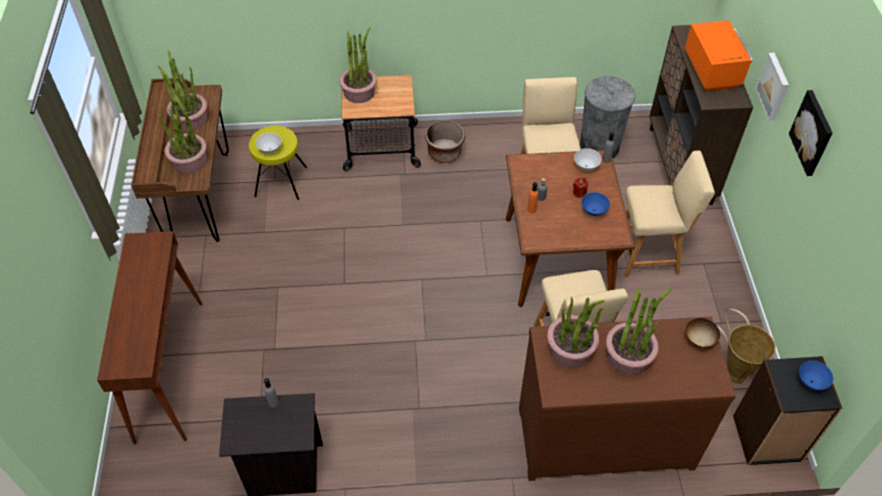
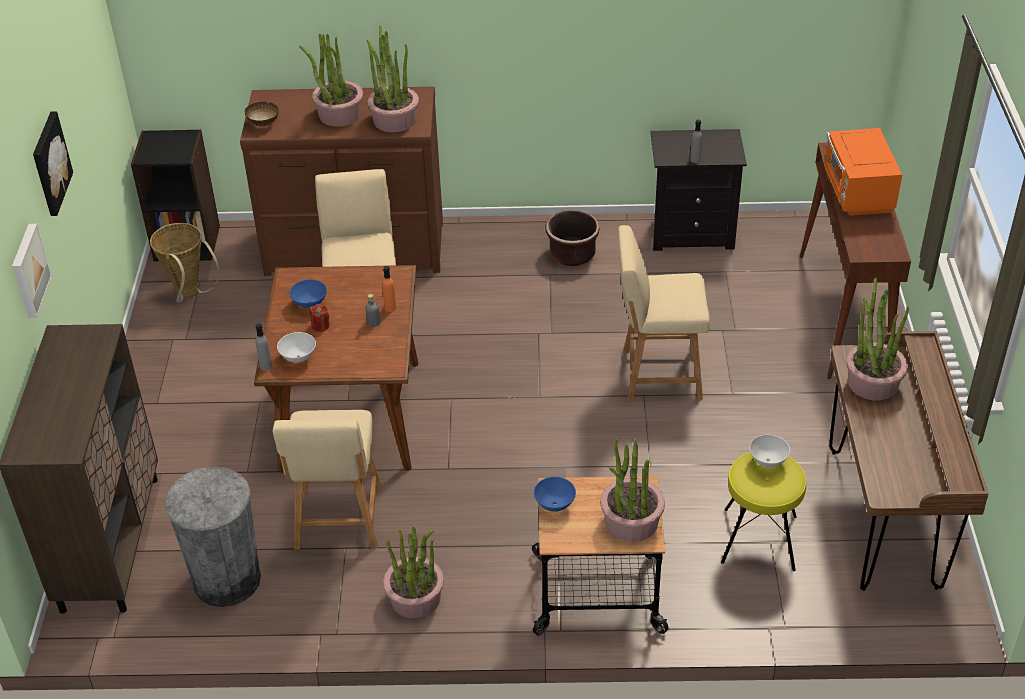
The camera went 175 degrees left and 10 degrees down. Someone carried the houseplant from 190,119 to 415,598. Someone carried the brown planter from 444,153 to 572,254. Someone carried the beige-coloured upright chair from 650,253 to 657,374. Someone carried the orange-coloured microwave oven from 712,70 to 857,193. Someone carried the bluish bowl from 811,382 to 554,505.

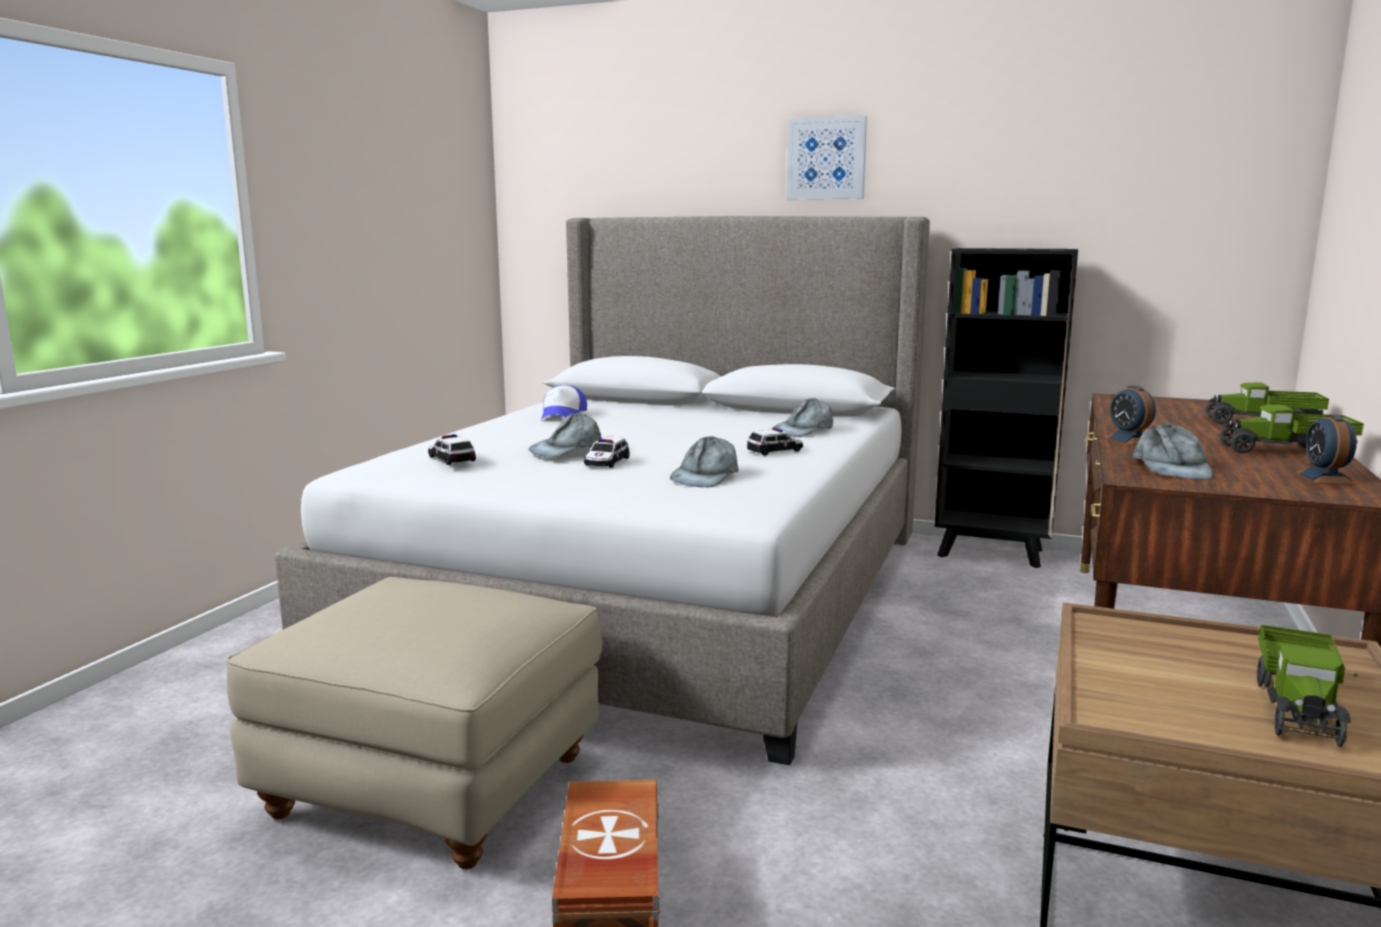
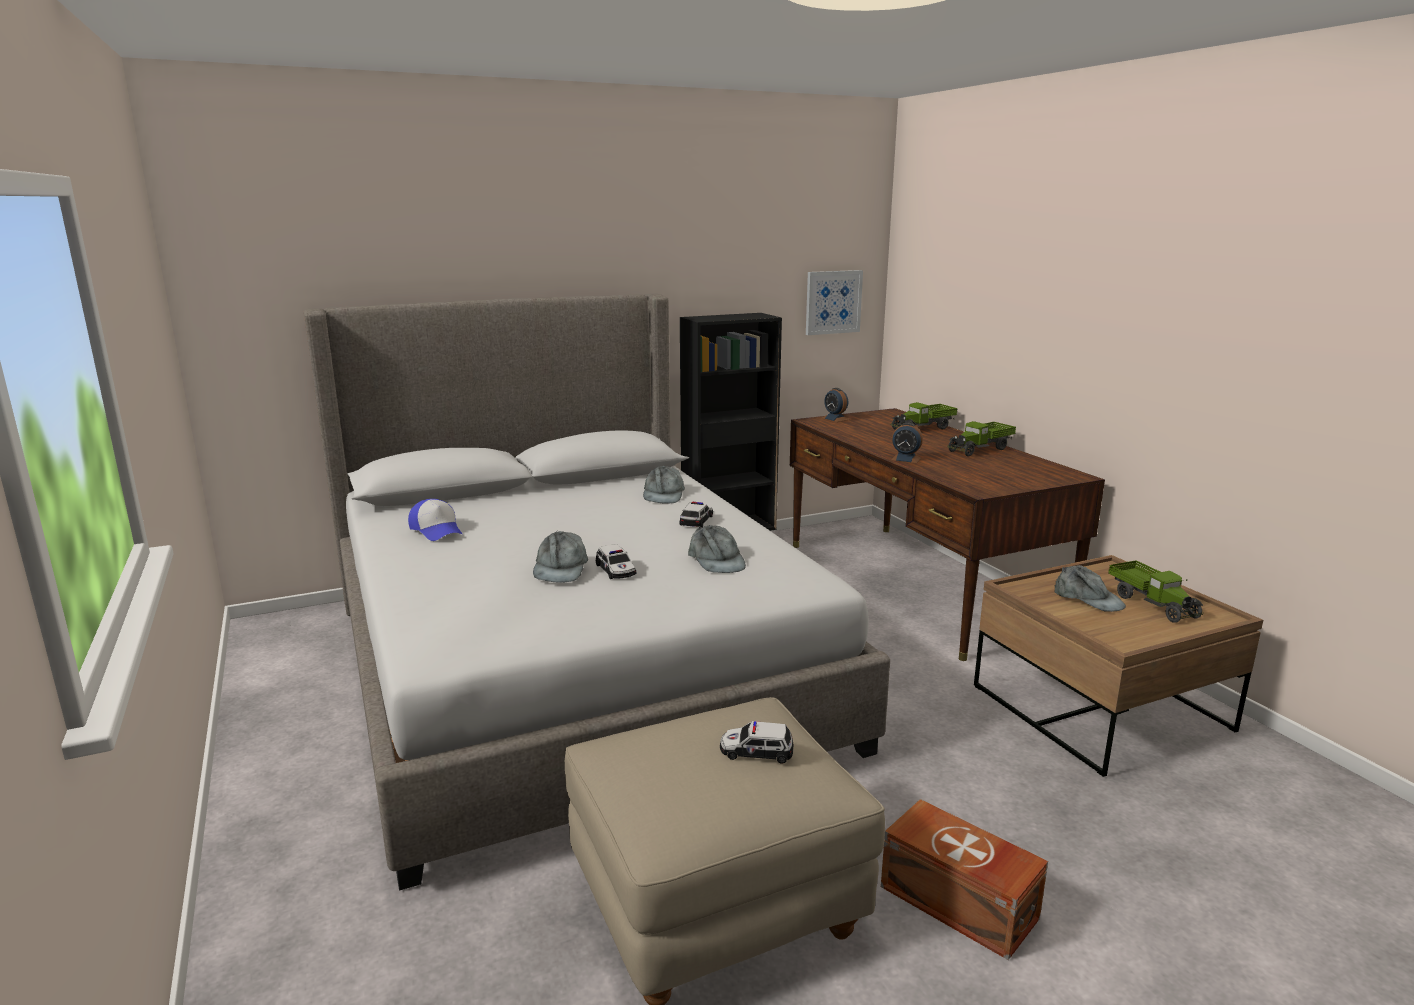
The camera went 45 degrees left and 5 degrees up. Someone carried the miniature car from 451,458 to 756,751. Someone carried the wall picture from 826,158 to 833,302. Someone carried the gray peaked cap from 1171,468 to 1088,599. Someone carried the alarm clock from 1325,478 to 835,418.

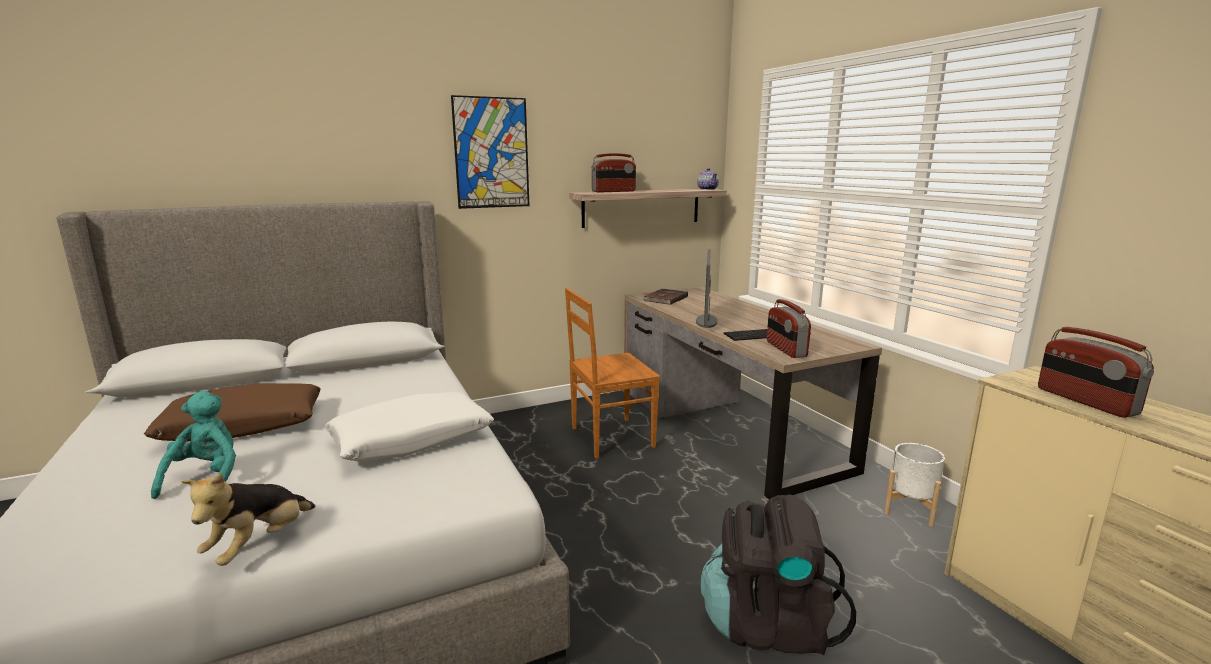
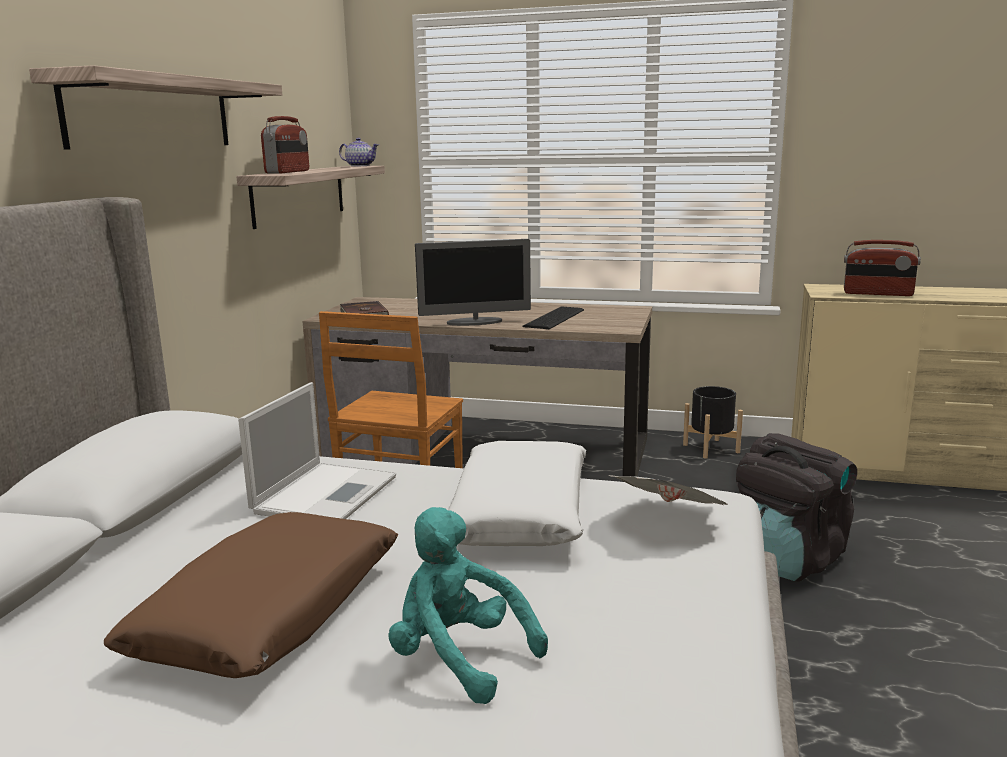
The camera went 50 degrees left and 0 degrees up. Someone took away the soft toy at 259,545. Someone took away the radio receiver at 785,349. Someone put down the laptop at 326,493. Someone put down the newspaper at 670,520. Someone swapped the wall picture at 491,153 for the shelf at 152,113. Someone repainted the white planter at 910,509, which became the blackish planter at 711,448. Someone rotated the monitor at 706,321 by 60 degrees counterclockwise.

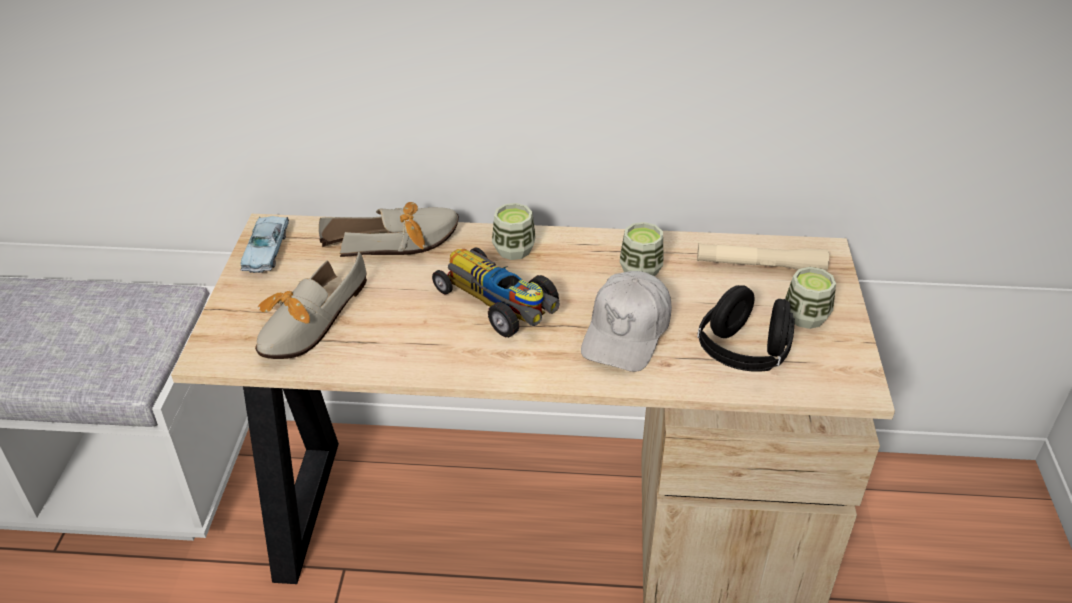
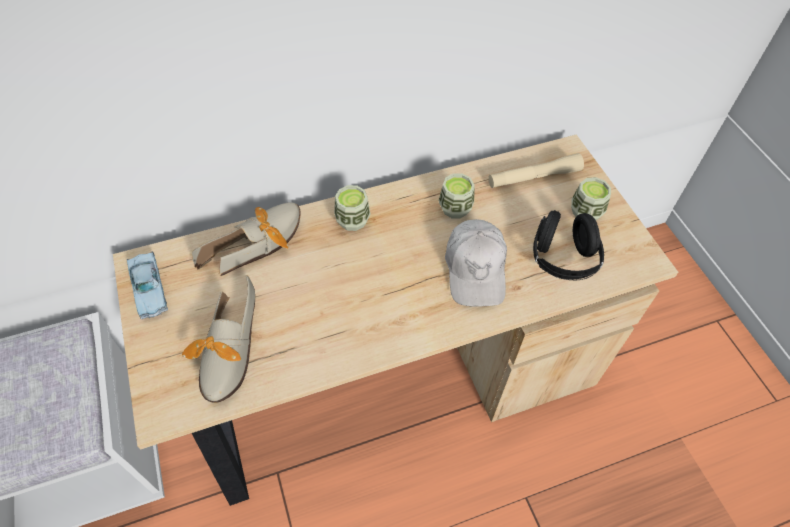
The camera went 25 degrees left and 15 degrees up. Someone took away the miniature car at 499,304.

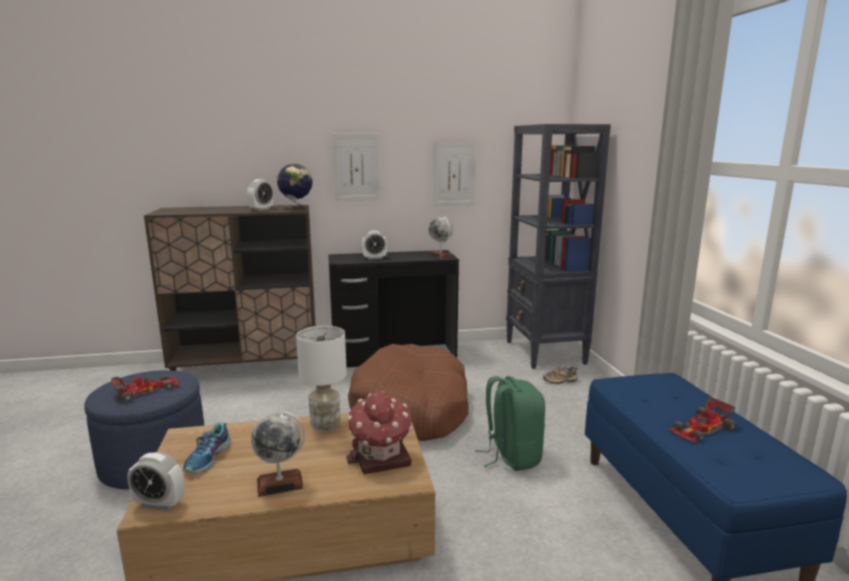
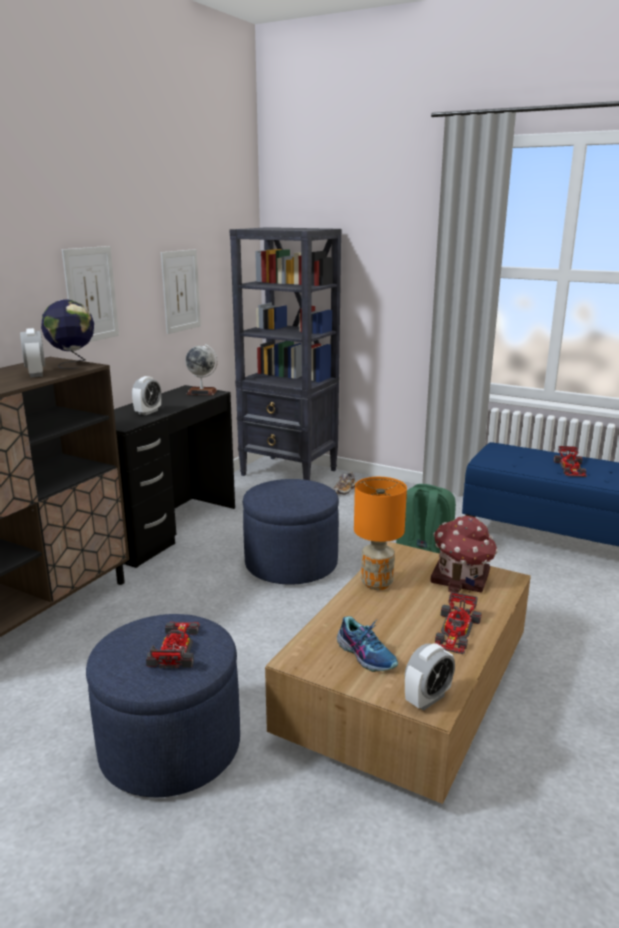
The camera went 50 degrees left and 5 degrees up. Someone swapped the globe at 280,483 for the miniature car at 456,631. Someone swapped the brown pet bed at 411,409 for the bluish pouffe at 291,564. Someone repainted the white tabletop lamp at 325,425, which became the orange-coloured tabletop lamp at 376,583.

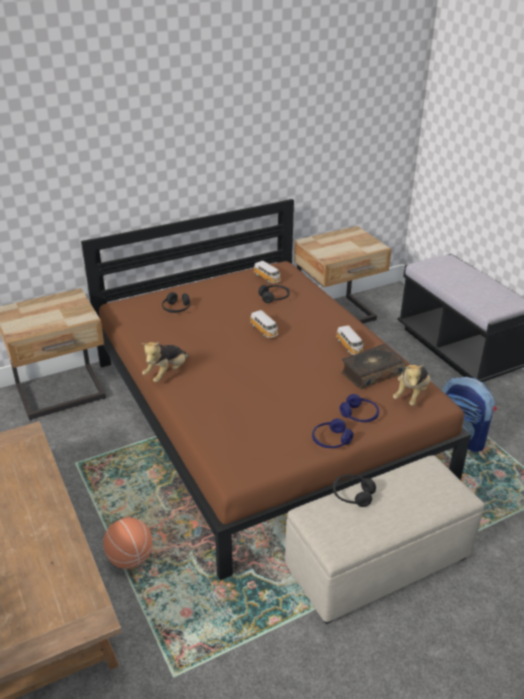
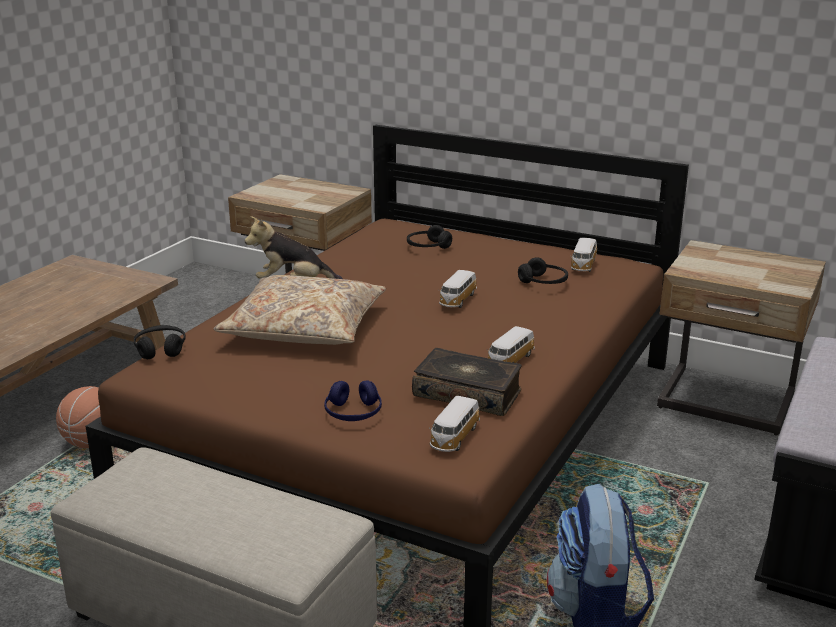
The camera went 55 degrees right and 10 degrees down. Someone took away the bluish headset at 331,440. Someone put down the beige-coloured pillow at 305,327. Someone carried the blackish headset from 352,495 to 160,349. Someone swapped the soft toy at 411,395 for the miniature car at 454,438.

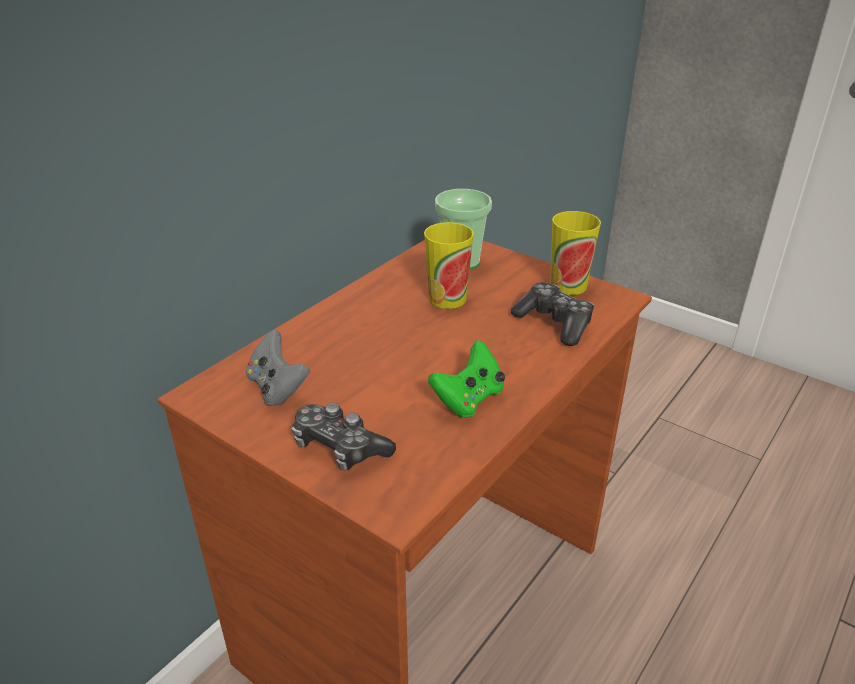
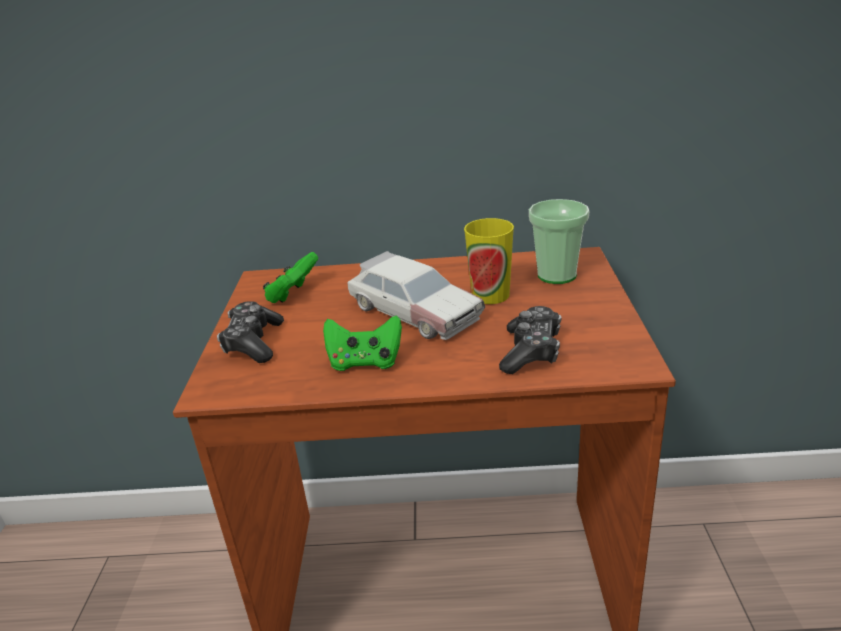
The camera went 55 degrees right and 5 degrees down. Someone took away the drinking cup at 568,285. Someone put down the miniature car at 413,311. Someone repainted the gray game controller at 277,388, which became the greenish game controller at 293,295.

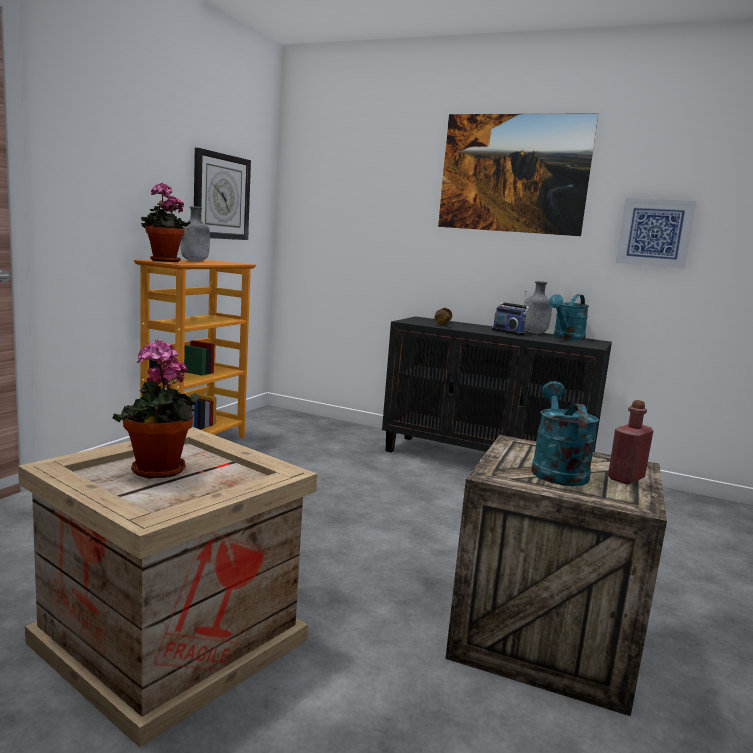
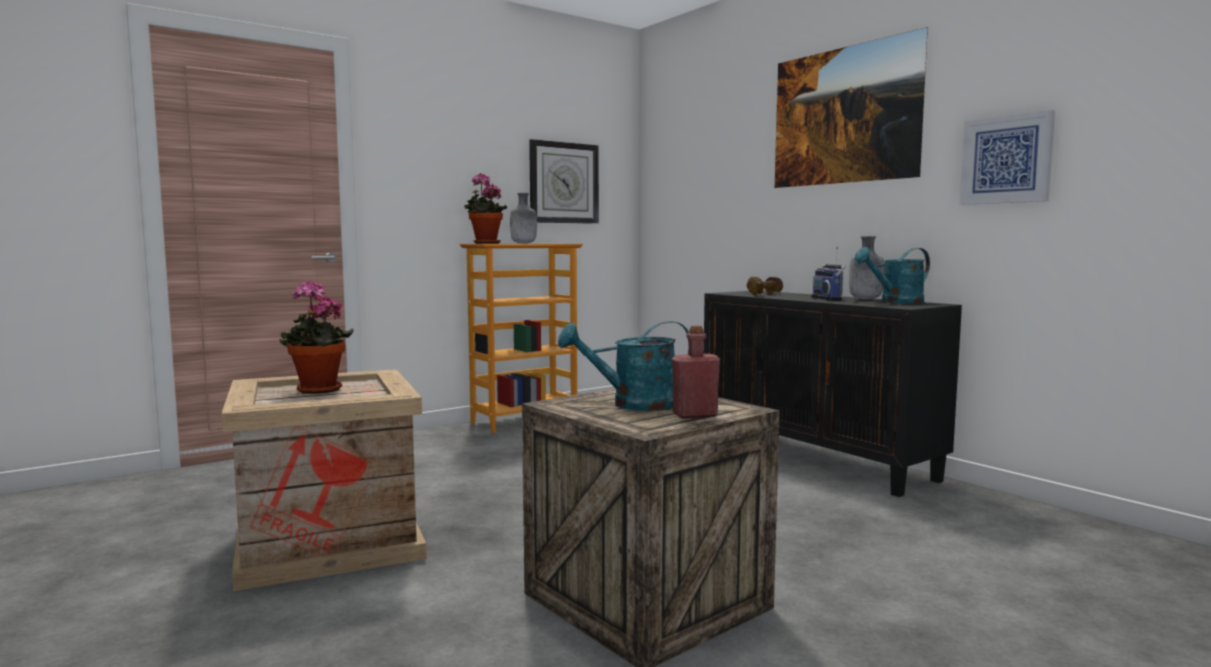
The camera went 30 degrees right and 5 degrees down. Someone rotated the turquoise watering can at 556,470 by 135 degrees counterclockwise.

